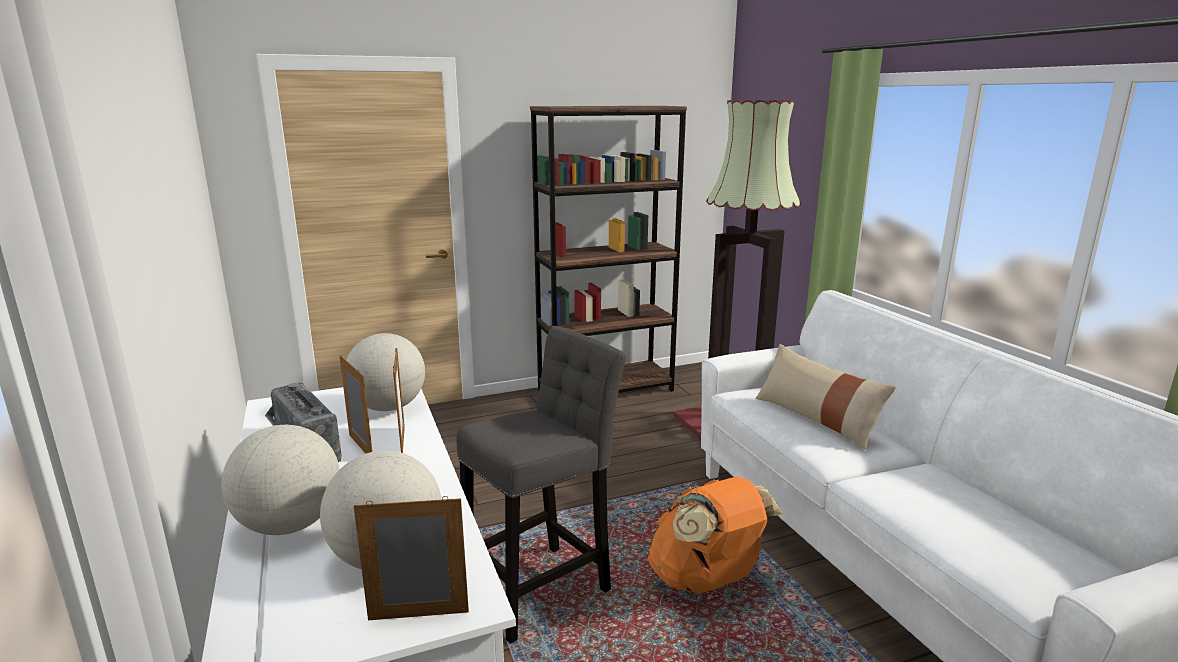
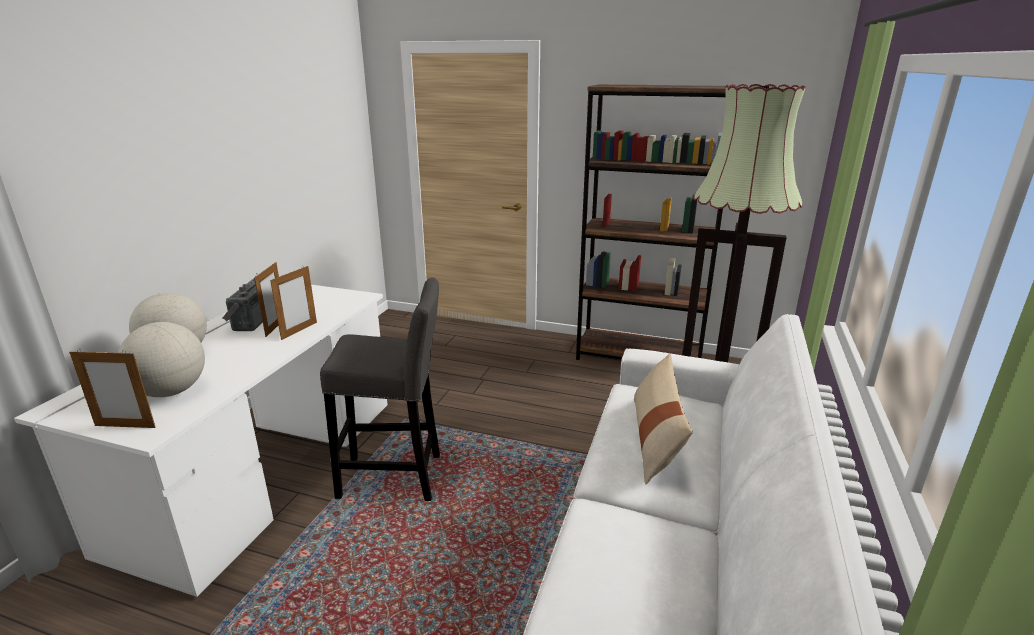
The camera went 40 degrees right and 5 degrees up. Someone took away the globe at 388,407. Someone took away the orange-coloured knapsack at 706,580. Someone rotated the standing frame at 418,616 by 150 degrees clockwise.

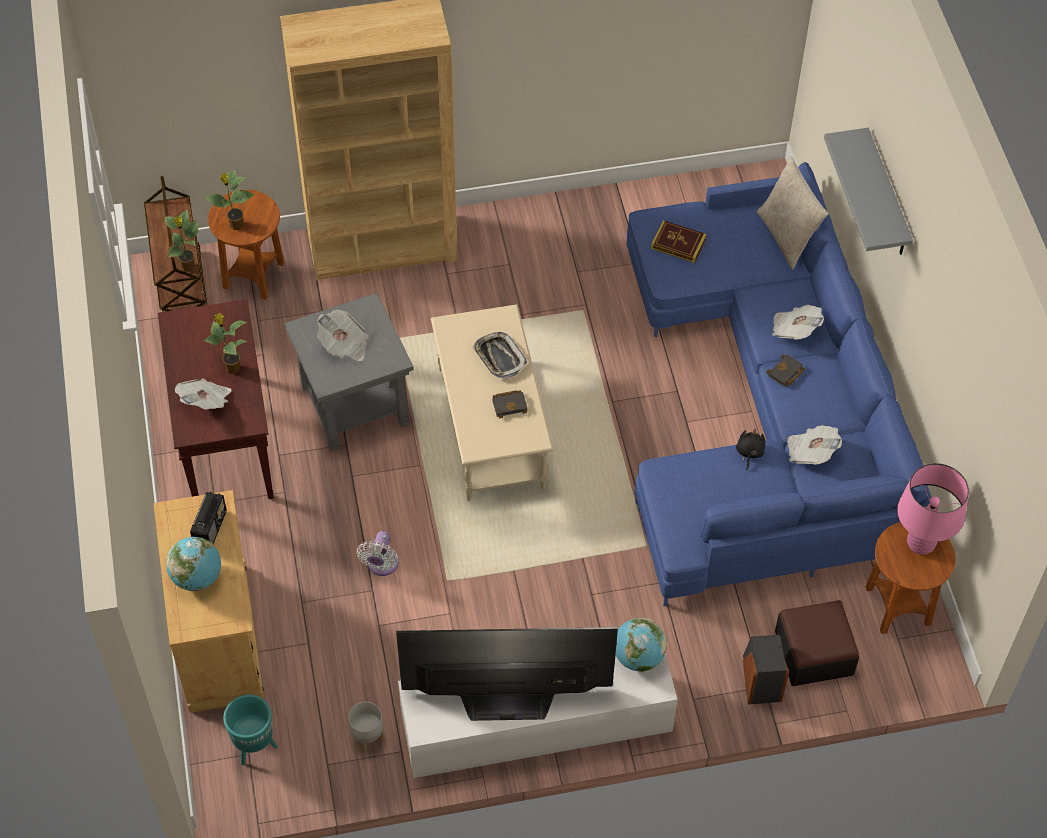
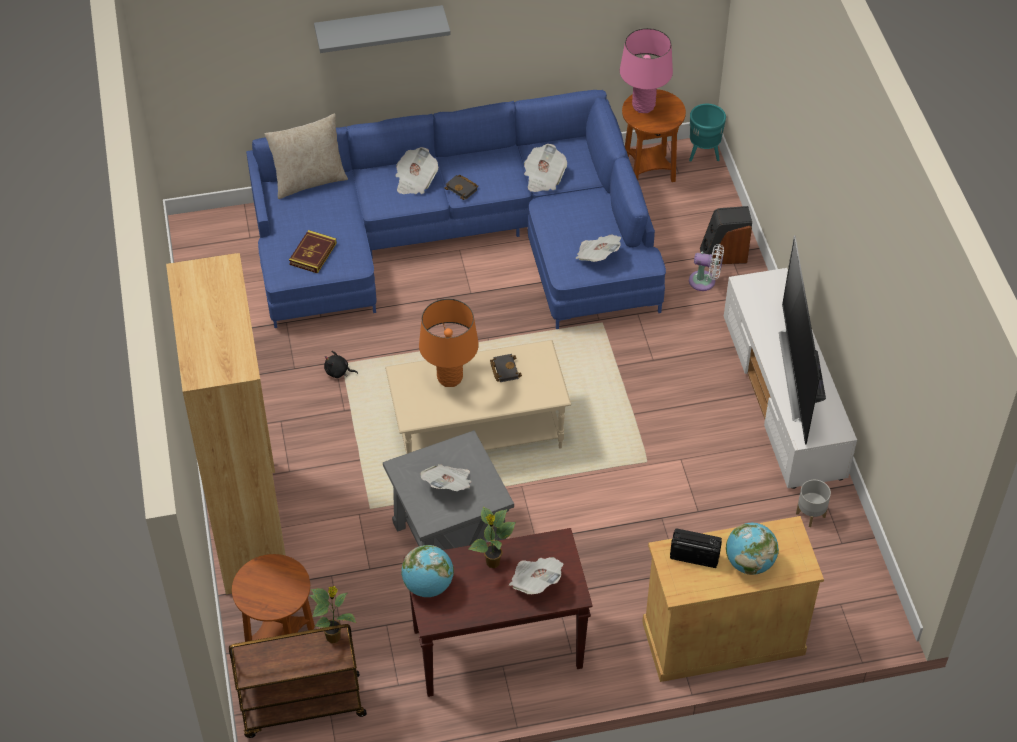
The camera went 90 degrees left and 5 degrees down. Someone took away the houseplant at 236,225. Someone took away the pouffe at 814,653. Someone put down the newspaper at 597,256. Someone carried the turquoise planter from 253,747 to 703,155. Someone carried the white fan from 381,565 to 705,281. Someone carried the globe from 638,657 to 428,585. Someone carried the blackish soft toy from 749,453 to 338,372. Someone swapped the carrying tray at 499,357 for the orange-coloured tabletop lamp at 449,378.

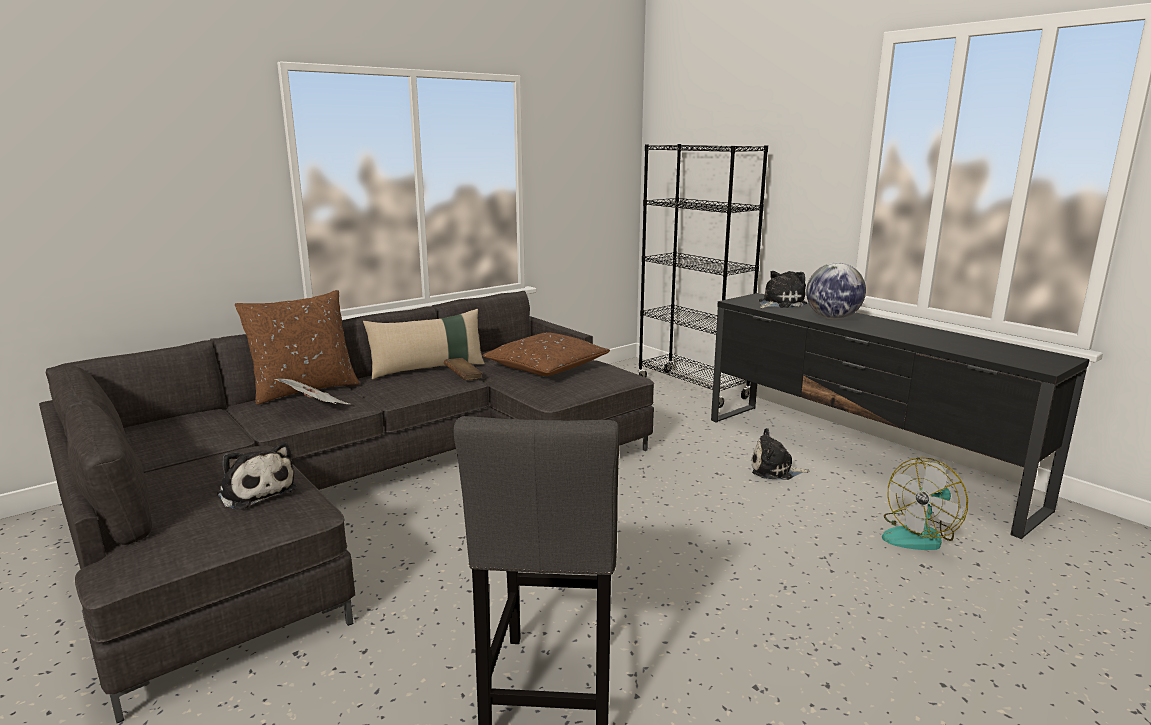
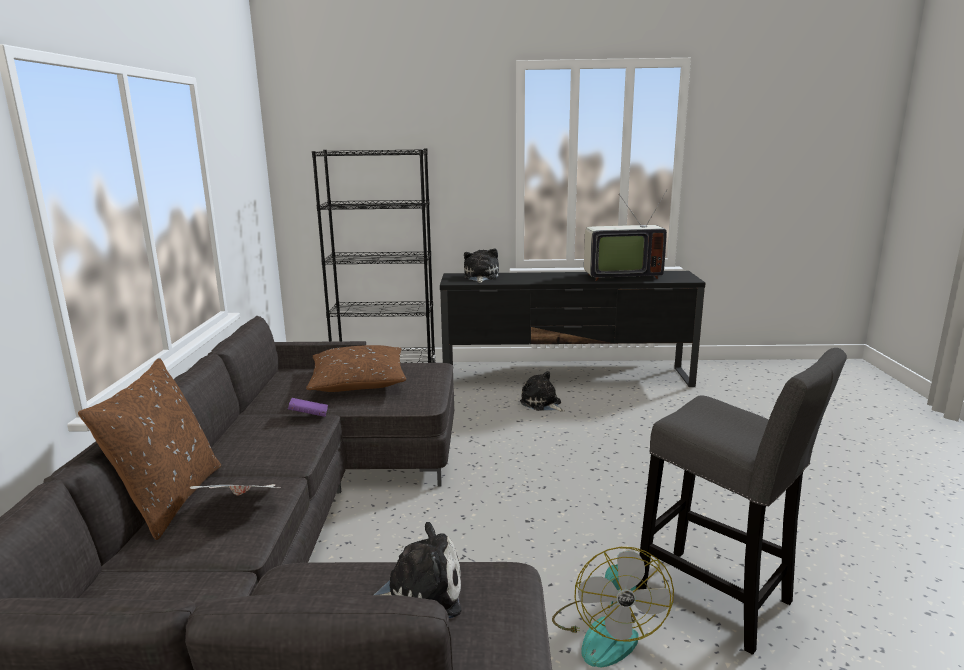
The camera went 50 degrees left and 0 degrees up. Someone took away the beige-coloured pillow at 428,369. Someone took away the globe at 832,318. Someone put down the television at 620,276. Someone carried the fan from 919,535 to 606,631. Someone repainted the brown book at 463,377, which became the purple-coloured book at 309,417. Someone rotated the soft toy at 774,470 by 90 degrees clockwise.

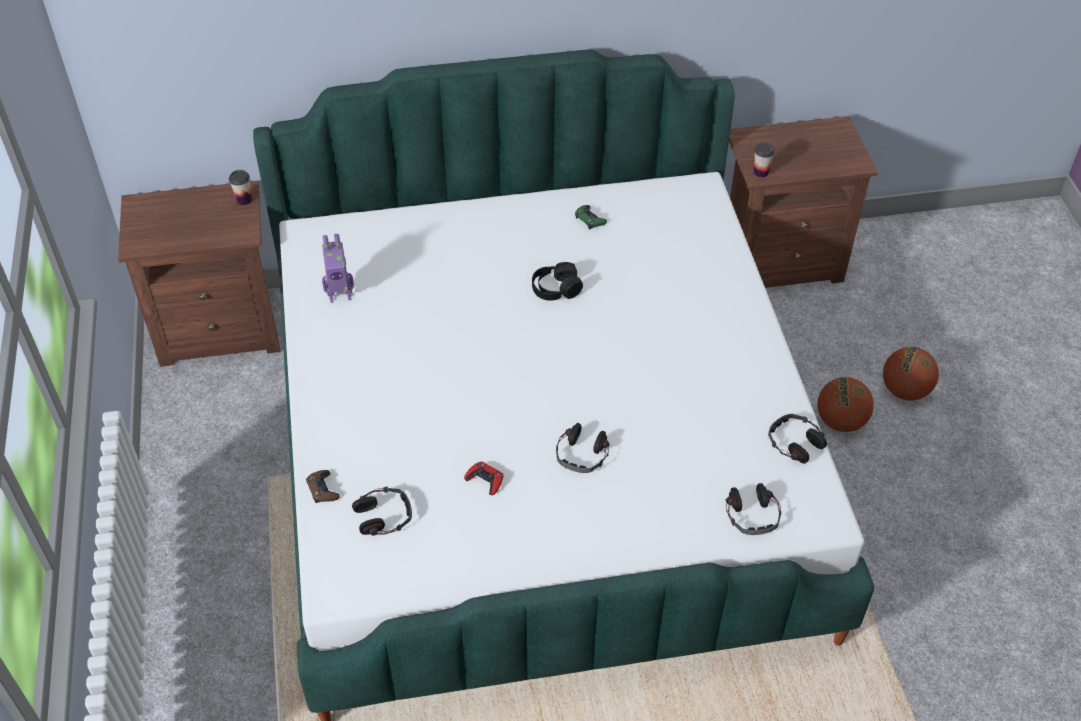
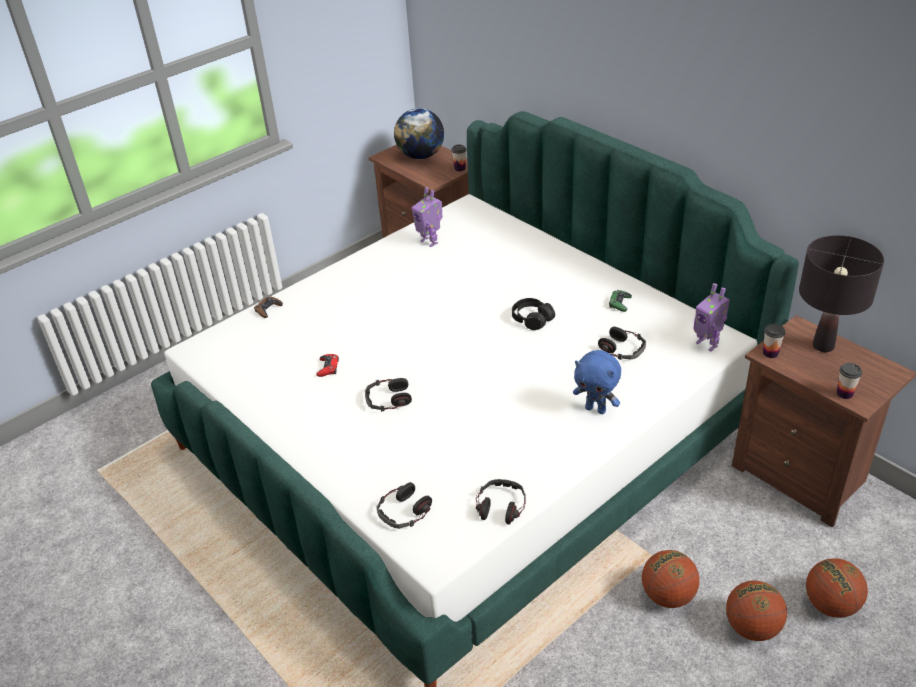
The camera went 60 degrees right and 10 degrees down. Someone put down the globe at 421,156. Someone put down the bluish soft toy at 596,409. Someone put down the robot figure at 707,344. Someone put down the blackish tabletop lamp at 823,346. Someone put down the basketball ball at 830,605. Someone put down the drinking cup at 844,393. Someone carried the headset from 383,516 to 622,349.

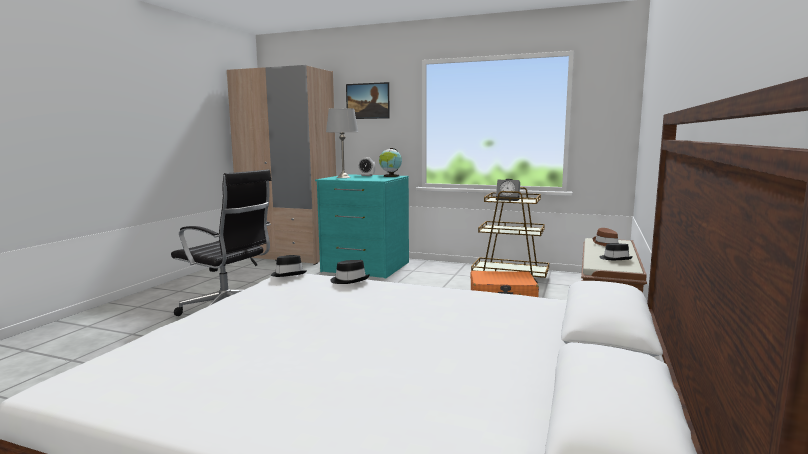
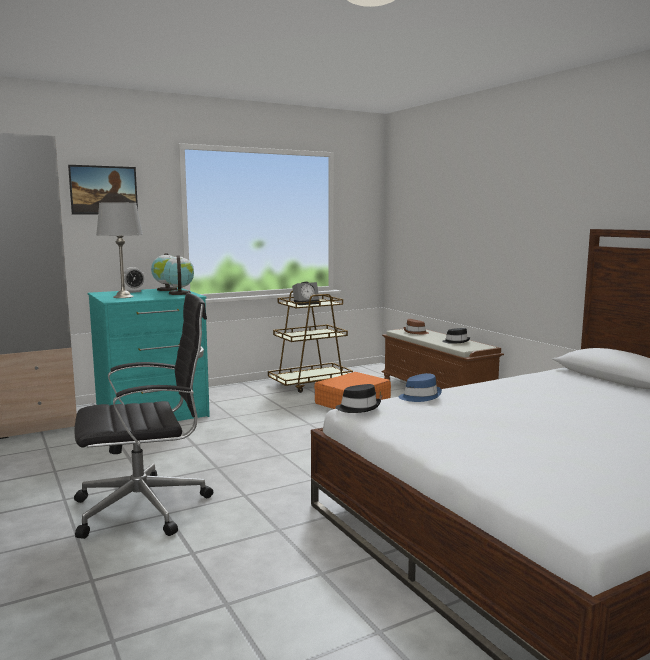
The camera went 50 degrees left and 0 degrees up. Someone put down the globe at 179,293. Someone repainted the blackish hat at 349,280, which became the bluish hat at 419,396.

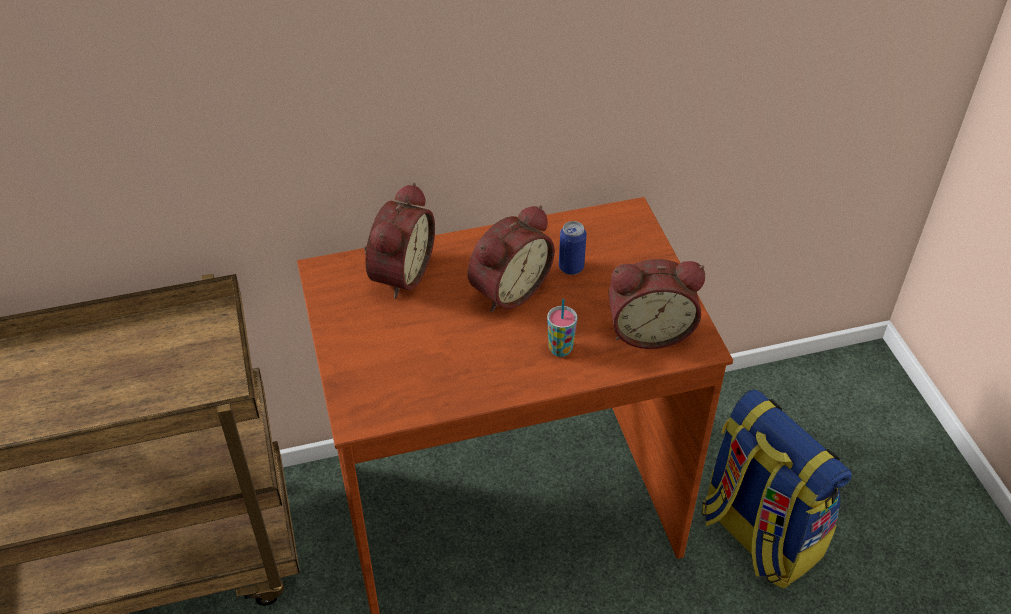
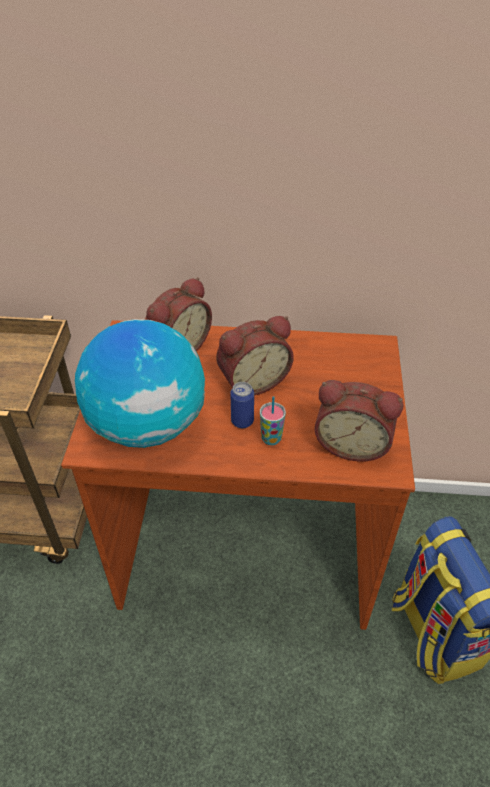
The camera went 20 degrees right and 0 degrees up. Someone put down the globe at 147,425. Someone carried the metal can from 571,267 to 242,421.

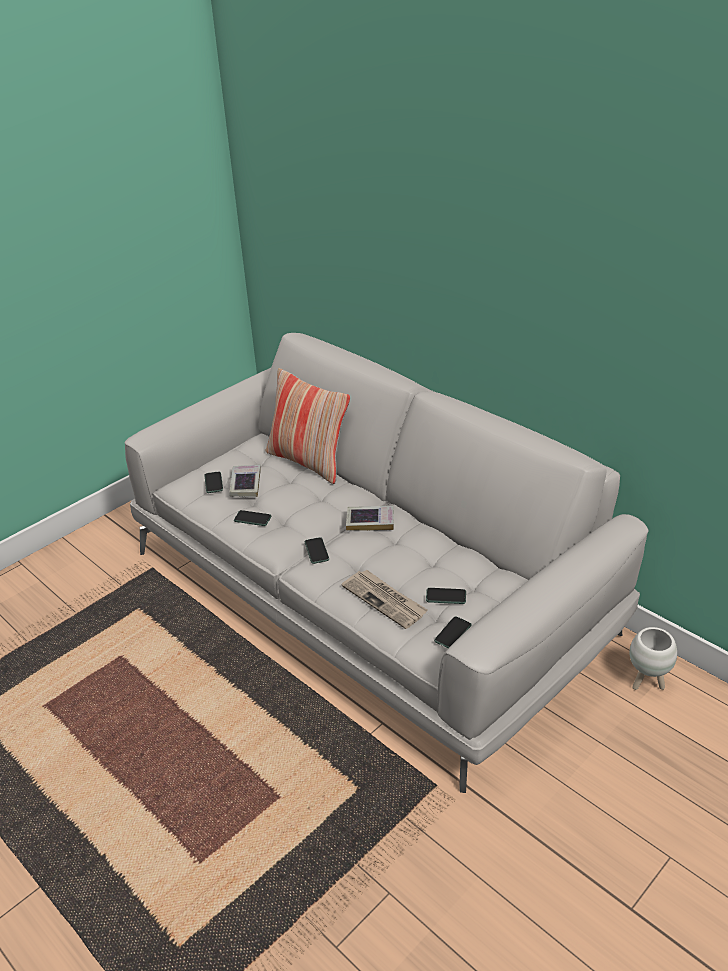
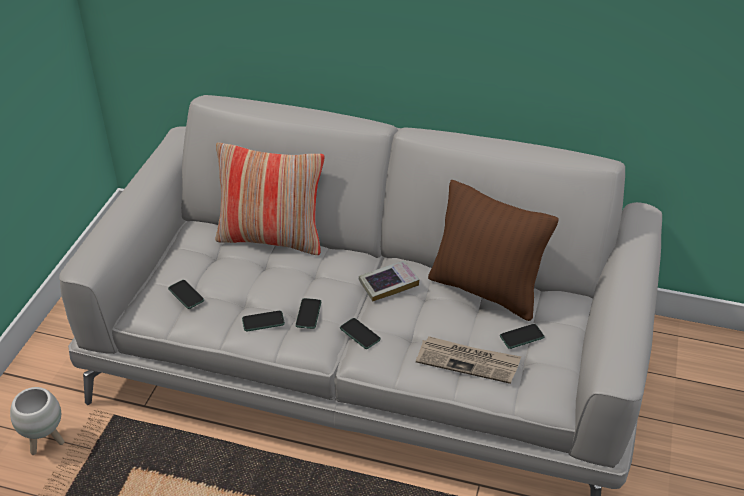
The camera went 30 degrees left and 5 degrees up. Someone took away the book at 245,484. Someone put down the brown pillow at 485,290. Someone carried the telephone from 453,633 to 308,314. Someone carried the white planter from 647,682 to 46,442.

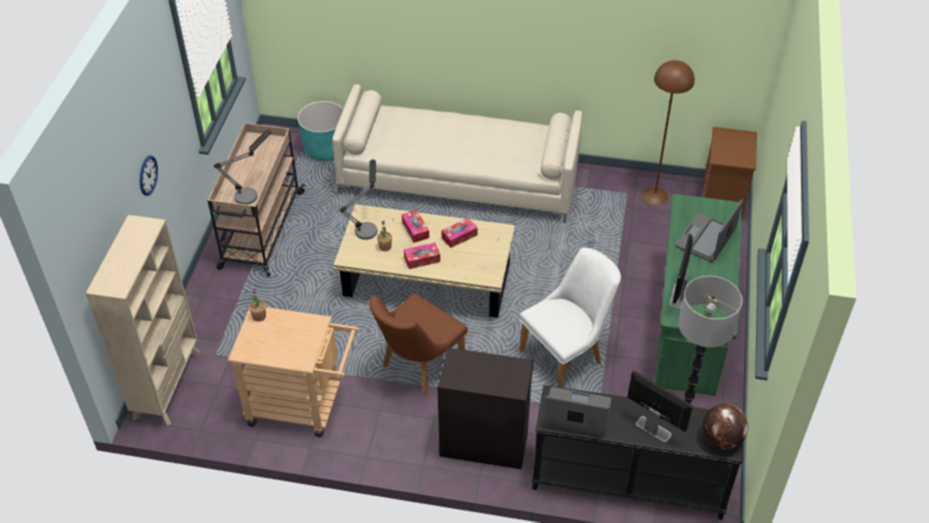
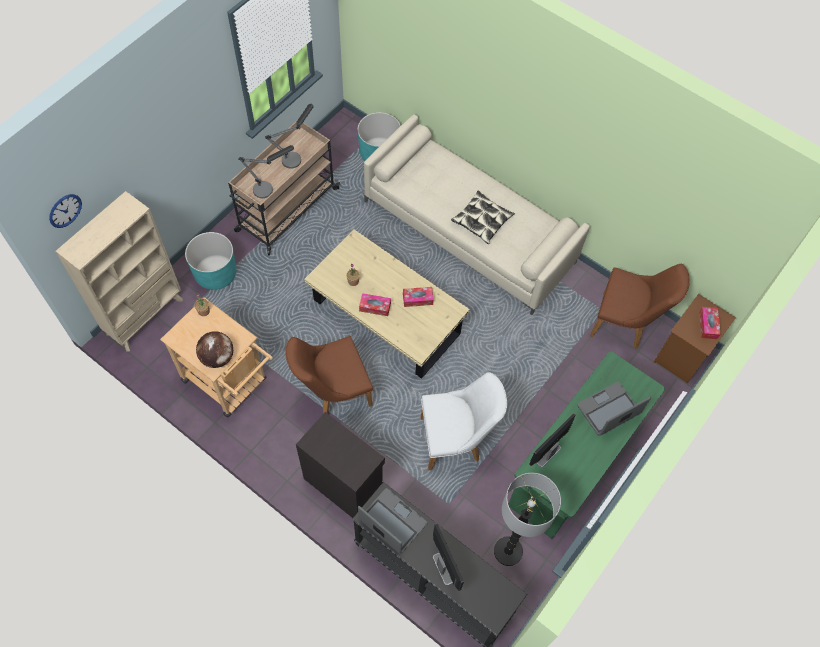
The camera went 25 degrees right and 15 degrees up. Someone put down the turquoise planter at 215,274. Someone put down the pillow at 482,221. Someone carried the hanging clock from 148,175 to 65,210. Someone carried the tabletop lamp from 367,226 to 295,156. Someone carried the box of tissues from 415,230 to 708,325. Someone carried the globe from 721,439 to 217,357. Someone swapped the brown standing lamp at 655,196 for the brown upright chair at 625,324.

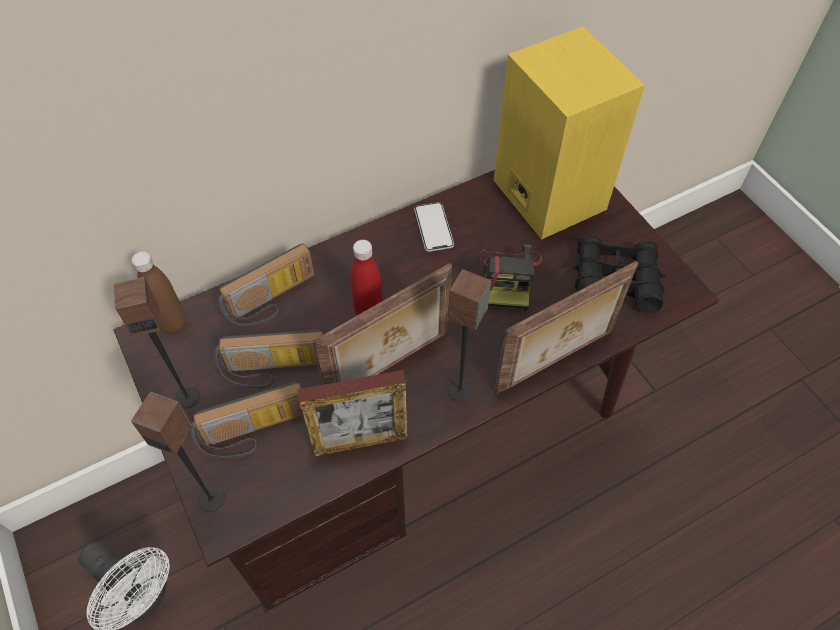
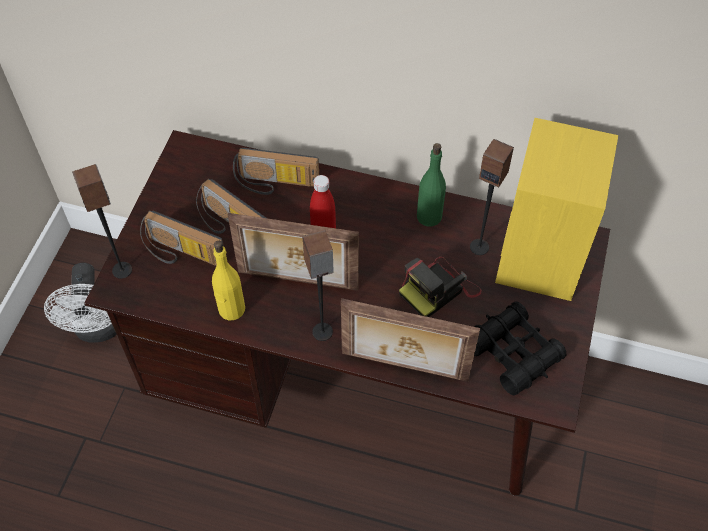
The camera went 45 degrees right and 0 degrees up. Someone took away the brown bottle at 173,323. Someone carried the speaker from 187,397 to 479,246. Someone swapped the standing frame at 360,441 for the yellowish bottle at 231,309. Someone swapped the telephone at 433,227 for the greenish bottle at 429,216.

